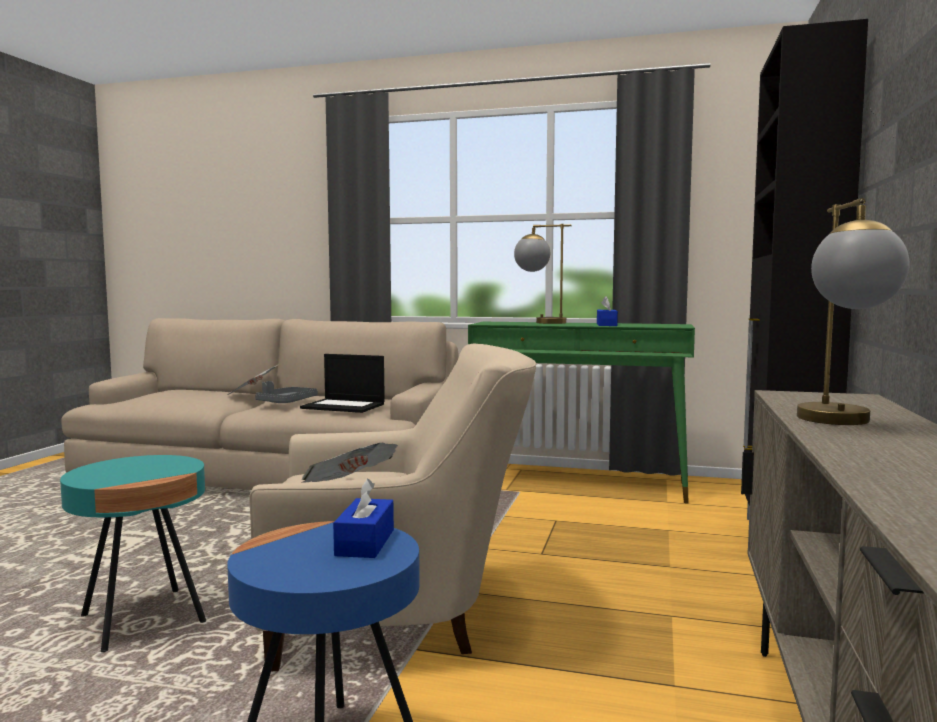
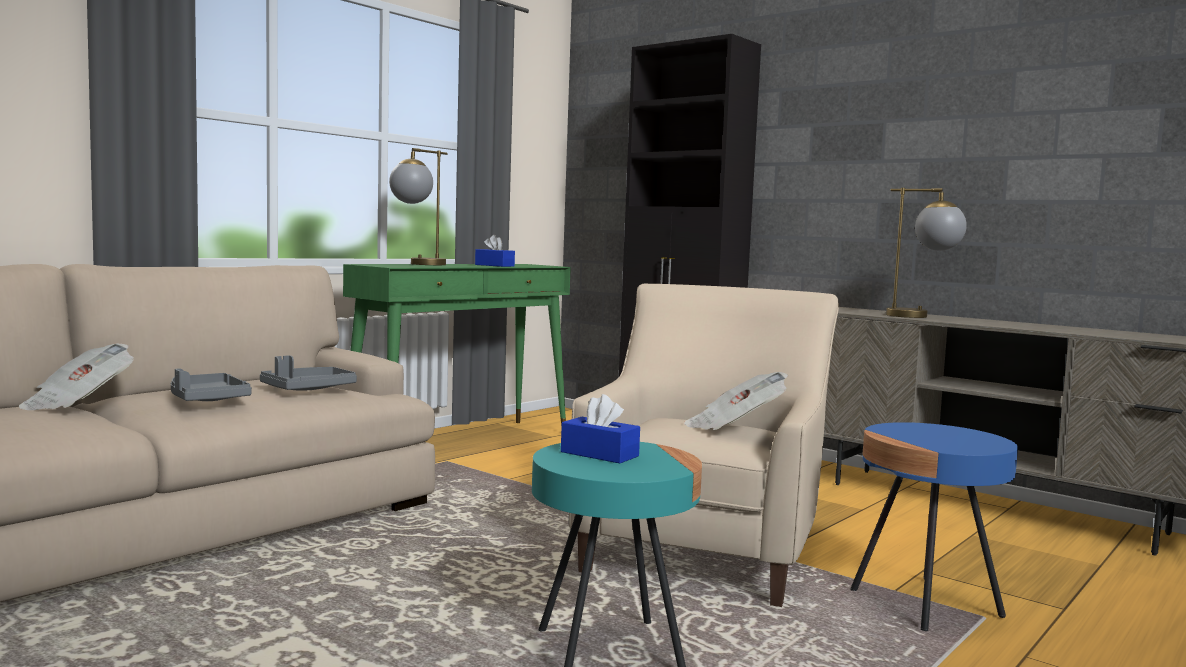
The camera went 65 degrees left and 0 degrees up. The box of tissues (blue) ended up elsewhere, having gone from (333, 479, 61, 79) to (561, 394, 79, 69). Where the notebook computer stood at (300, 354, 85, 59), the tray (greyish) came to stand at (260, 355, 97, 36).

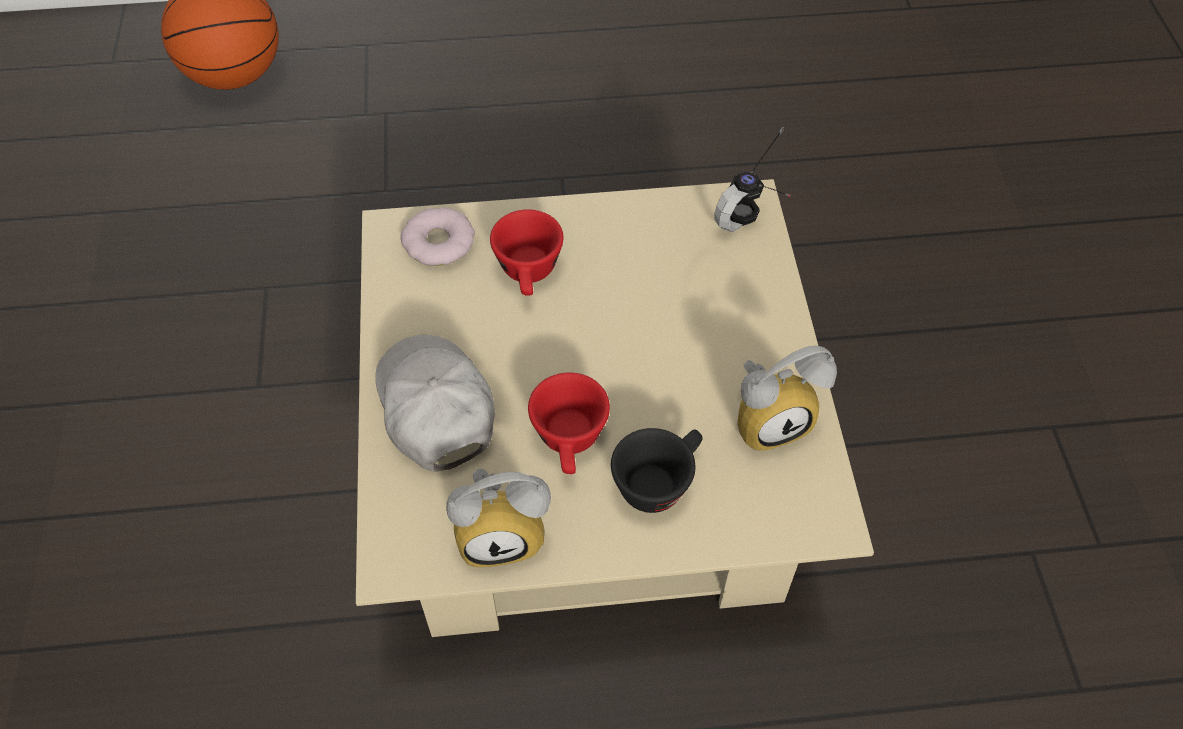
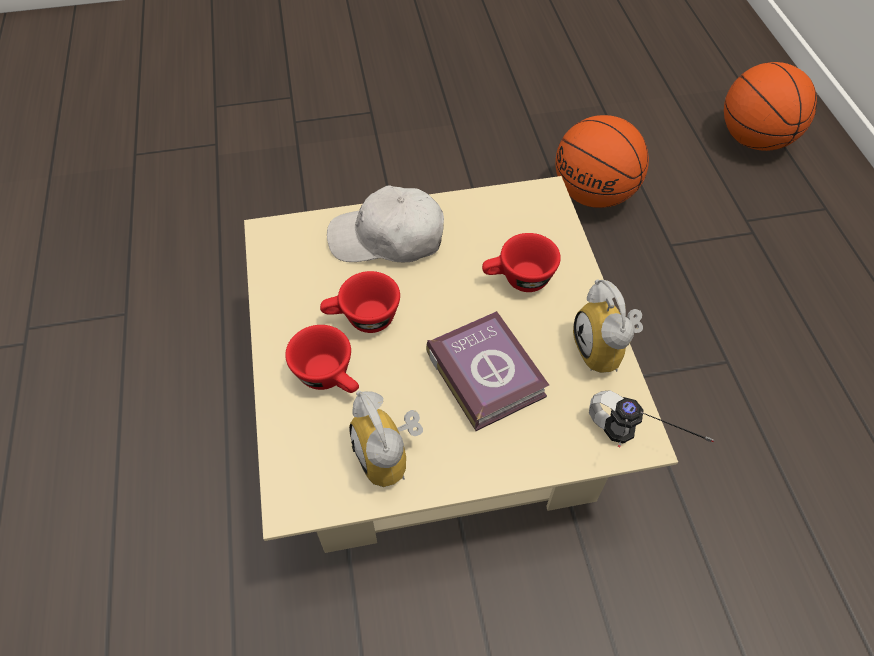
The camera went 85 degrees right and 0 degrees up. The second view lost the donut at (401, 208, 74, 58). The second view gained the book at (426, 311, 123, 120). The second view gained the ball for basketball at (555, 115, 94, 93). The bedside clock ended up elsewhere, having gone from (446, 469, 105, 99) to (573, 279, 70, 94). What was the drinking cup (black-coloured) at (611, 428, 92, 85) turned into the drinking cup (reddish) at (285, 325, 74, 68). The baseball cap (white) at (375, 335, 120, 137) ended up facing another way, 150 degrees counterclockwise from before.

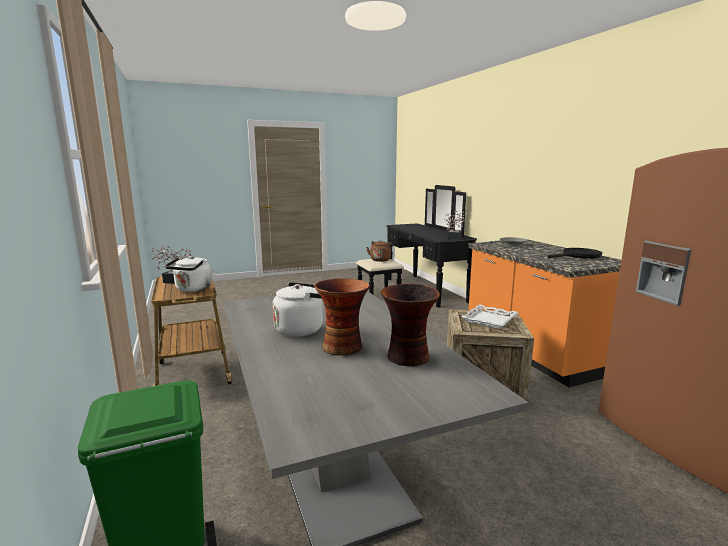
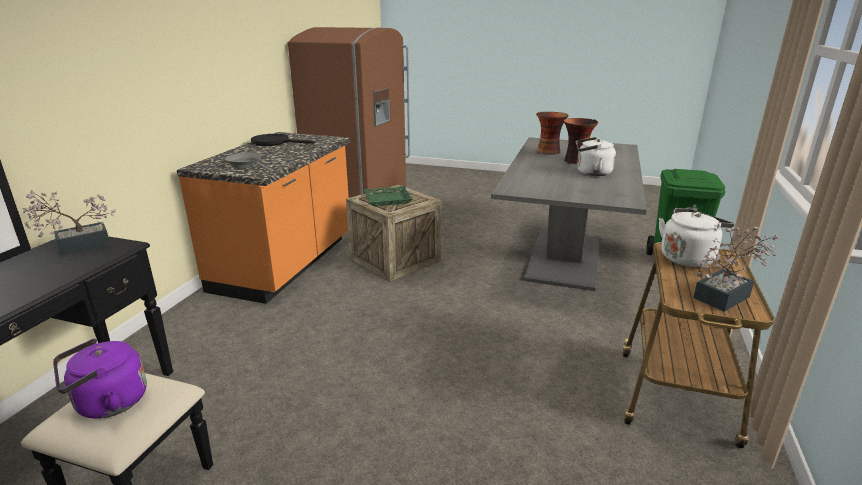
The camera went 140 degrees left and 10 degrees up. What was the kettle (brownish) at (366, 241, 26, 21) turned into the kettle (purple) at (53, 338, 94, 81). What was the tray (white) at (461, 304, 57, 25) turned into the tray (green) at (364, 186, 49, 20).

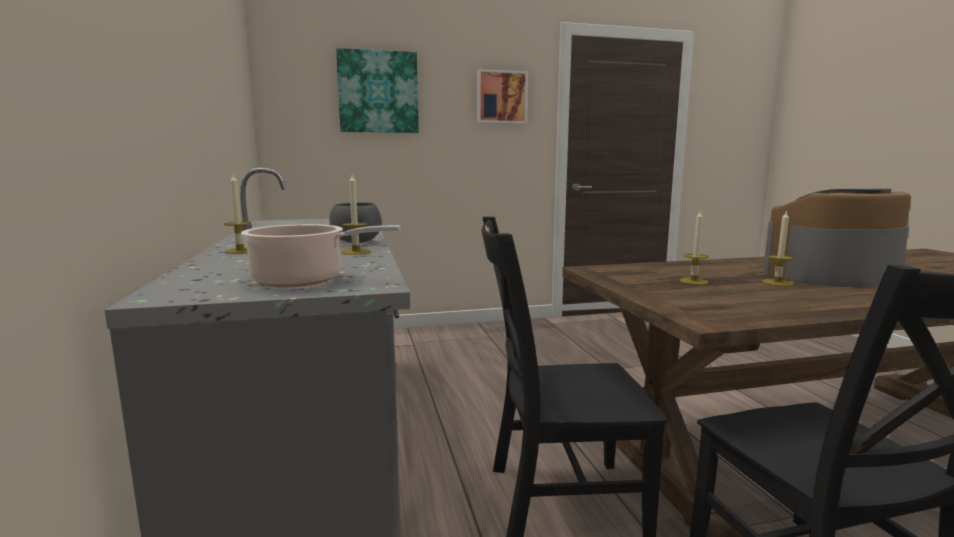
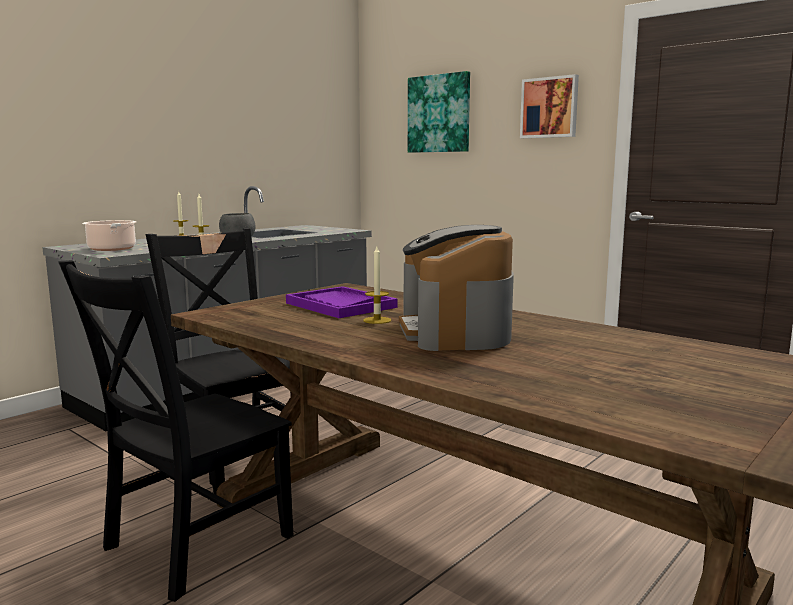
The camera went 55 degrees right and 0 degrees up. Where the wax candle stood at (680, 211, 29, 74), the tray (purple) came to stand at (286, 286, 112, 32). The coffee maker at (763, 188, 148, 99) ended up facing another way, 135 degrees counterclockwise from before.

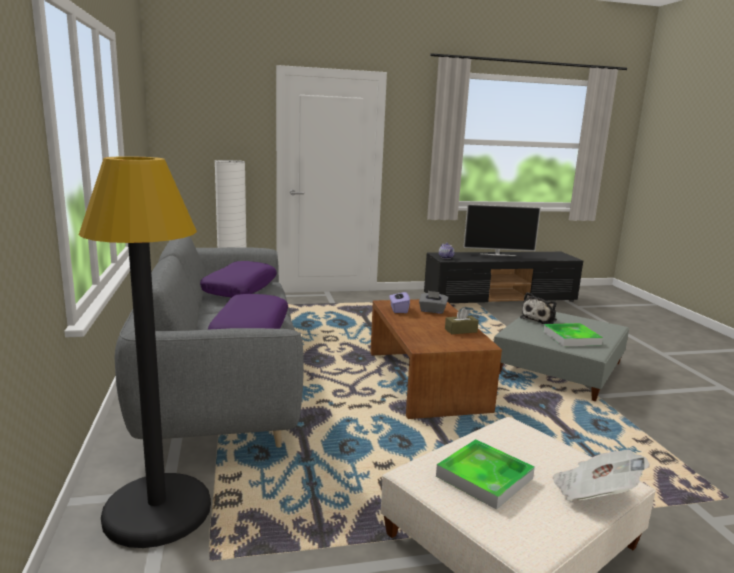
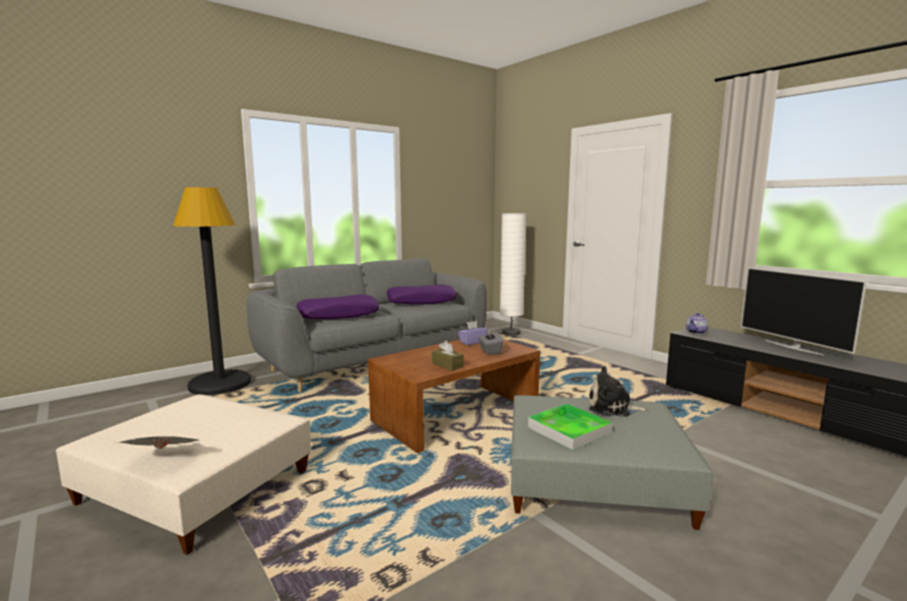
The camera went 65 degrees right and 5 degrees down. The second view lost the tray at (436, 439, 99, 71).

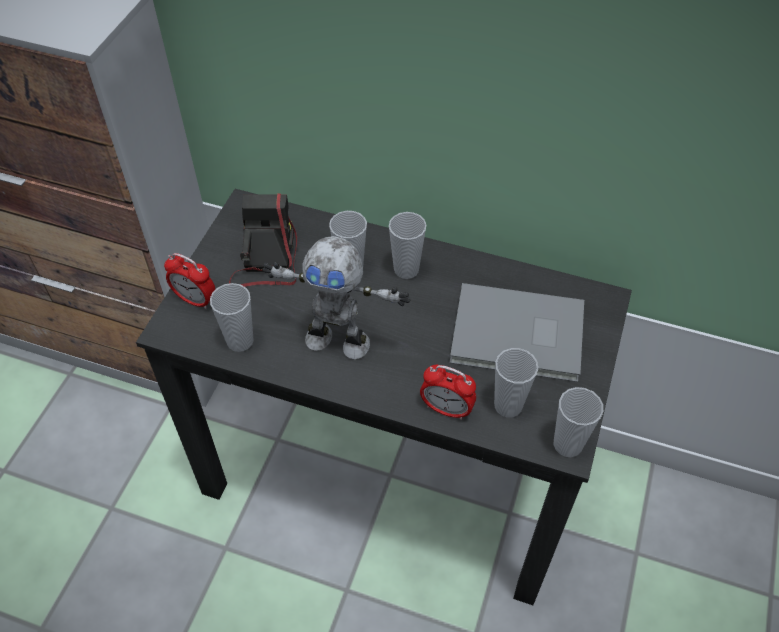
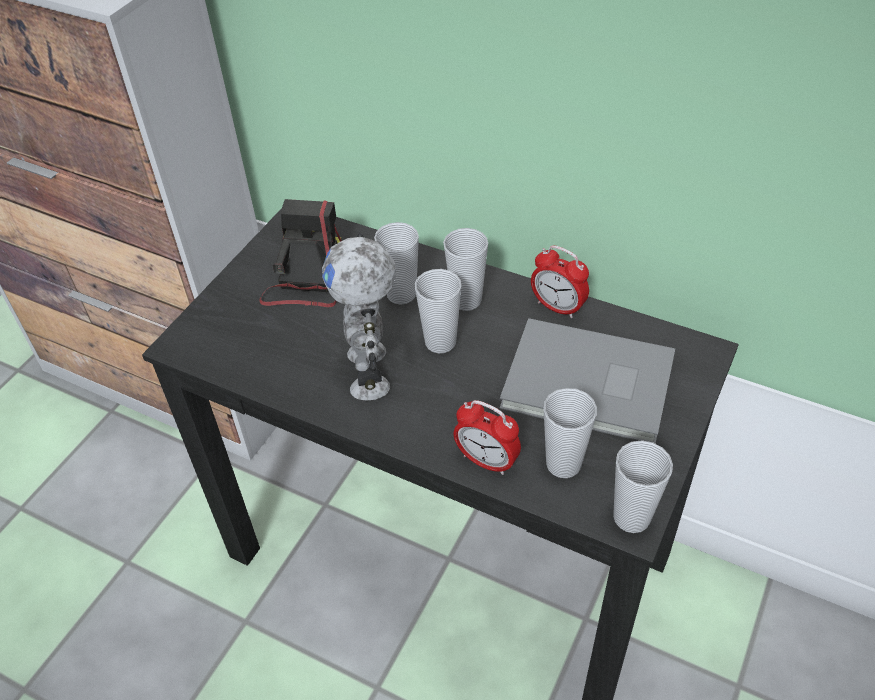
The camera went 10 degrees right and 5 degrees down. The bedside clock ended up elsewhere, having gone from (164, 253, 52, 56) to (531, 245, 58, 73). The drinking cup ended up elsewhere, having gone from (210, 283, 44, 69) to (415, 269, 46, 84). The model robot at (262, 236, 148, 123) ended up facing another way, 60 degrees clockwise from before.

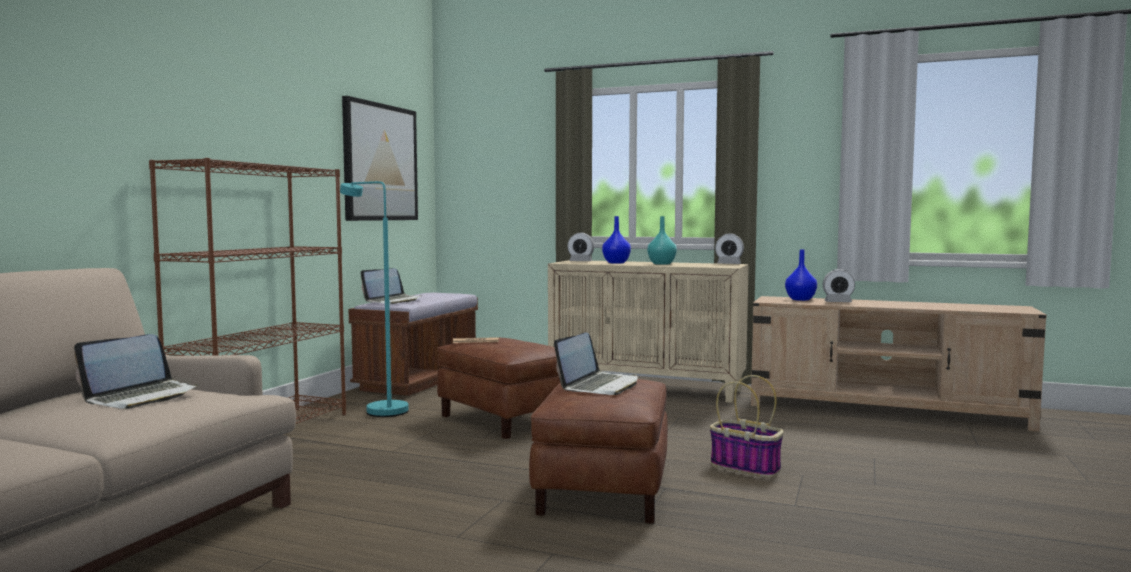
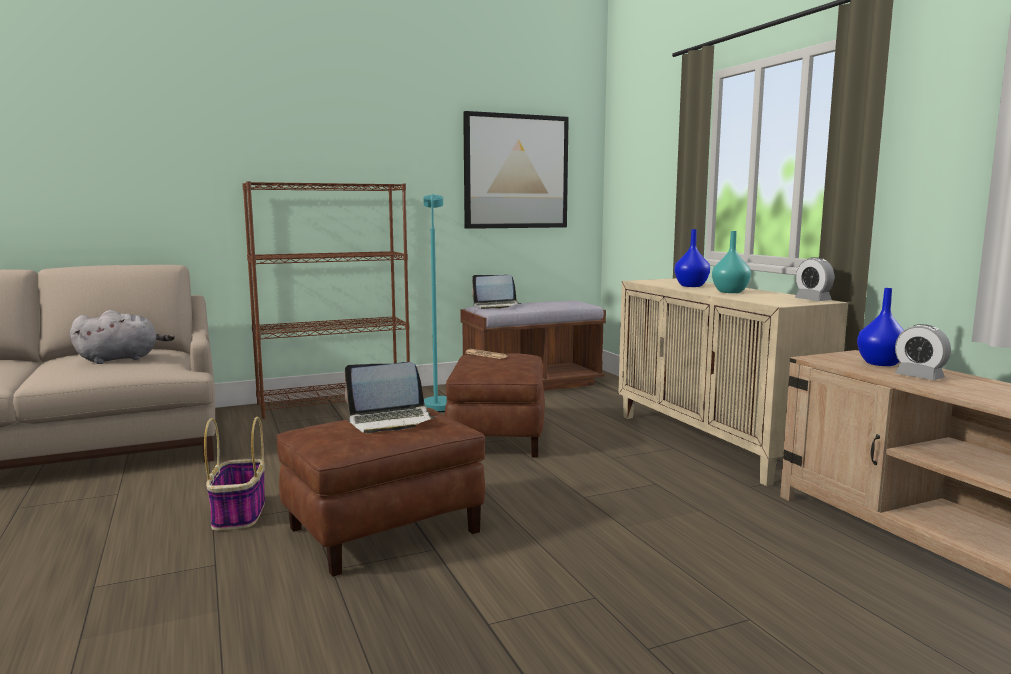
The camera went 45 degrees right and 5 degrees up. The second view lost the bedside clock at (567, 233, 27, 28). The storage basket ended up elsewhere, having gone from (710, 375, 74, 103) to (204, 417, 61, 114). Where the notebook computer stood at (74, 334, 126, 75), the plush toy (greyish) came to stand at (70, 310, 105, 54).

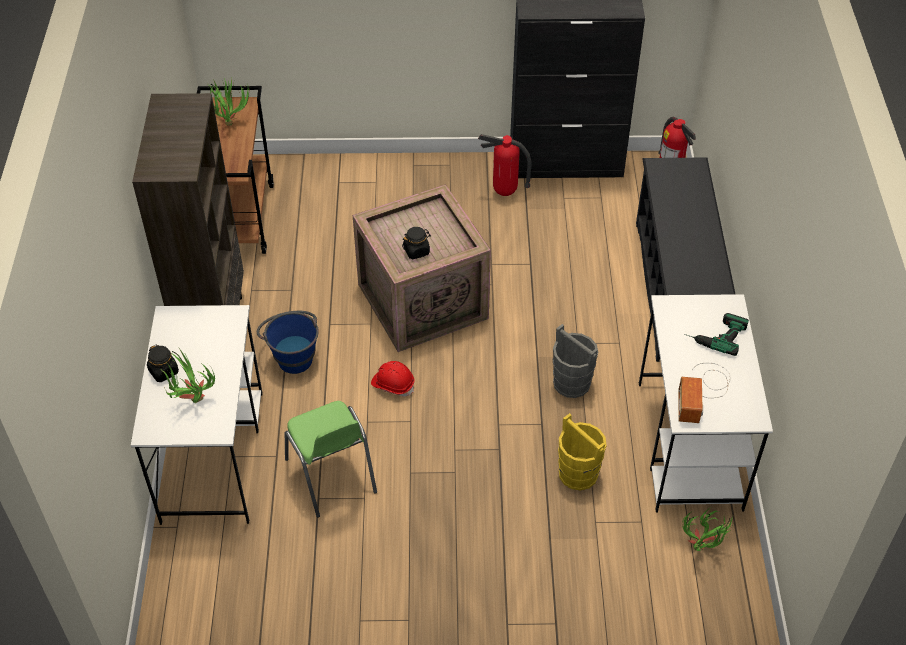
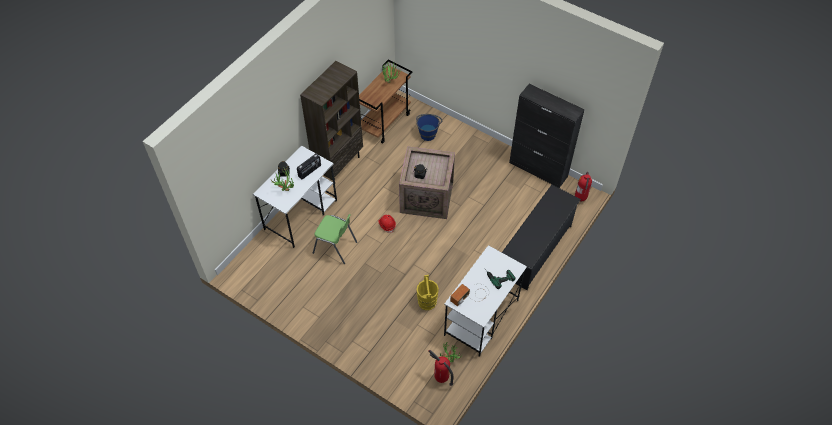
The camera went 35 degrees right and 5 degrees up. The second view lost the bucket (greyish) at (553, 324, 45, 74). The second view gained the radio at (297, 154, 24, 25). The bucket (blue) ended up elsewhere, having gone from (257, 311, 62, 63) to (416, 114, 26, 27). The extinguisher ended up elsewhere, having gone from (478, 134, 53, 62) to (429, 350, 24, 36). The upright chair (green) at (285, 401, 92, 116) ended up facing another way, 75 degrees counterclockwise from before.

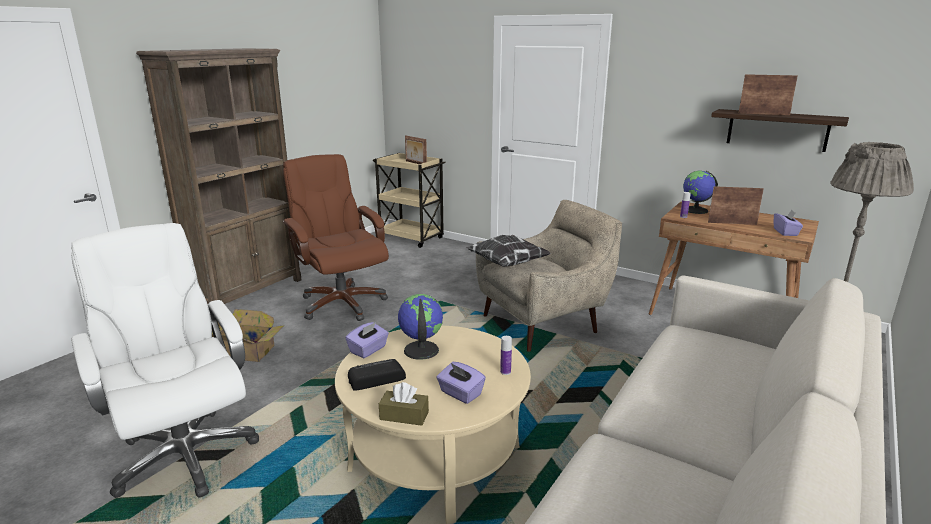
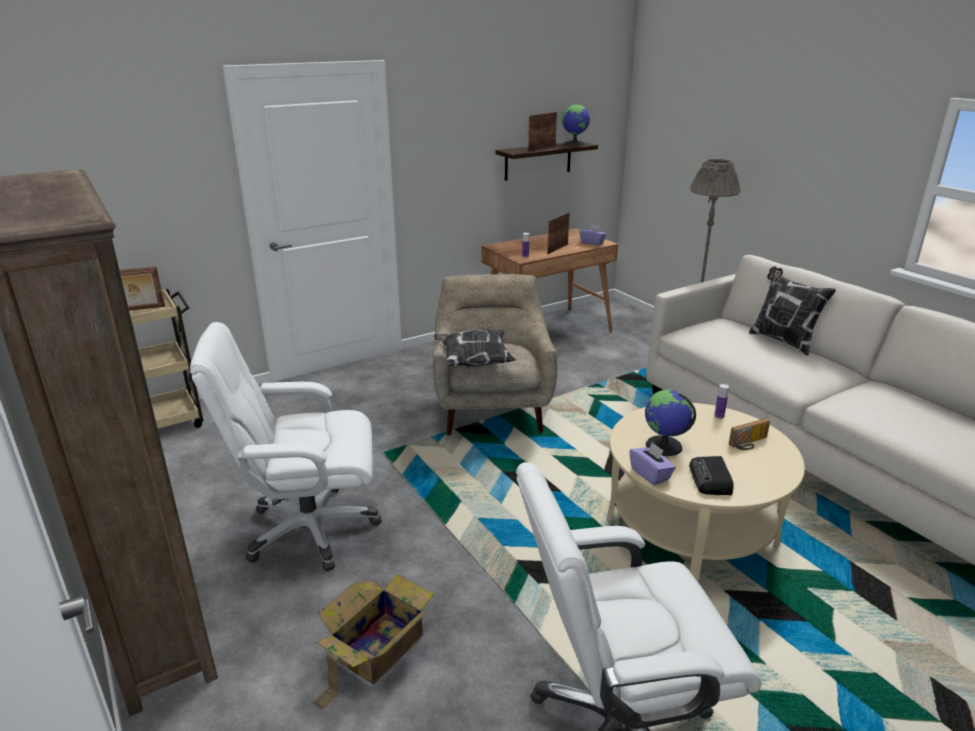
The camera went 65 degrees left and 5 degrees up. The second view lost the box of tissues (brownish) at (379, 382, 50, 44). The second view gained the cushion at (749, 266, 87, 90). The world globe ended up elsewhere, having gone from (683, 171, 35, 43) to (562, 104, 28, 42). Where the box of tissues (purple) stood at (436, 362, 50, 42), the radio came to stand at (729, 418, 41, 32). What was the computer chair (brownish) at (283, 154, 106, 167) turned into the computer chair (white) at (190, 322, 191, 249).

